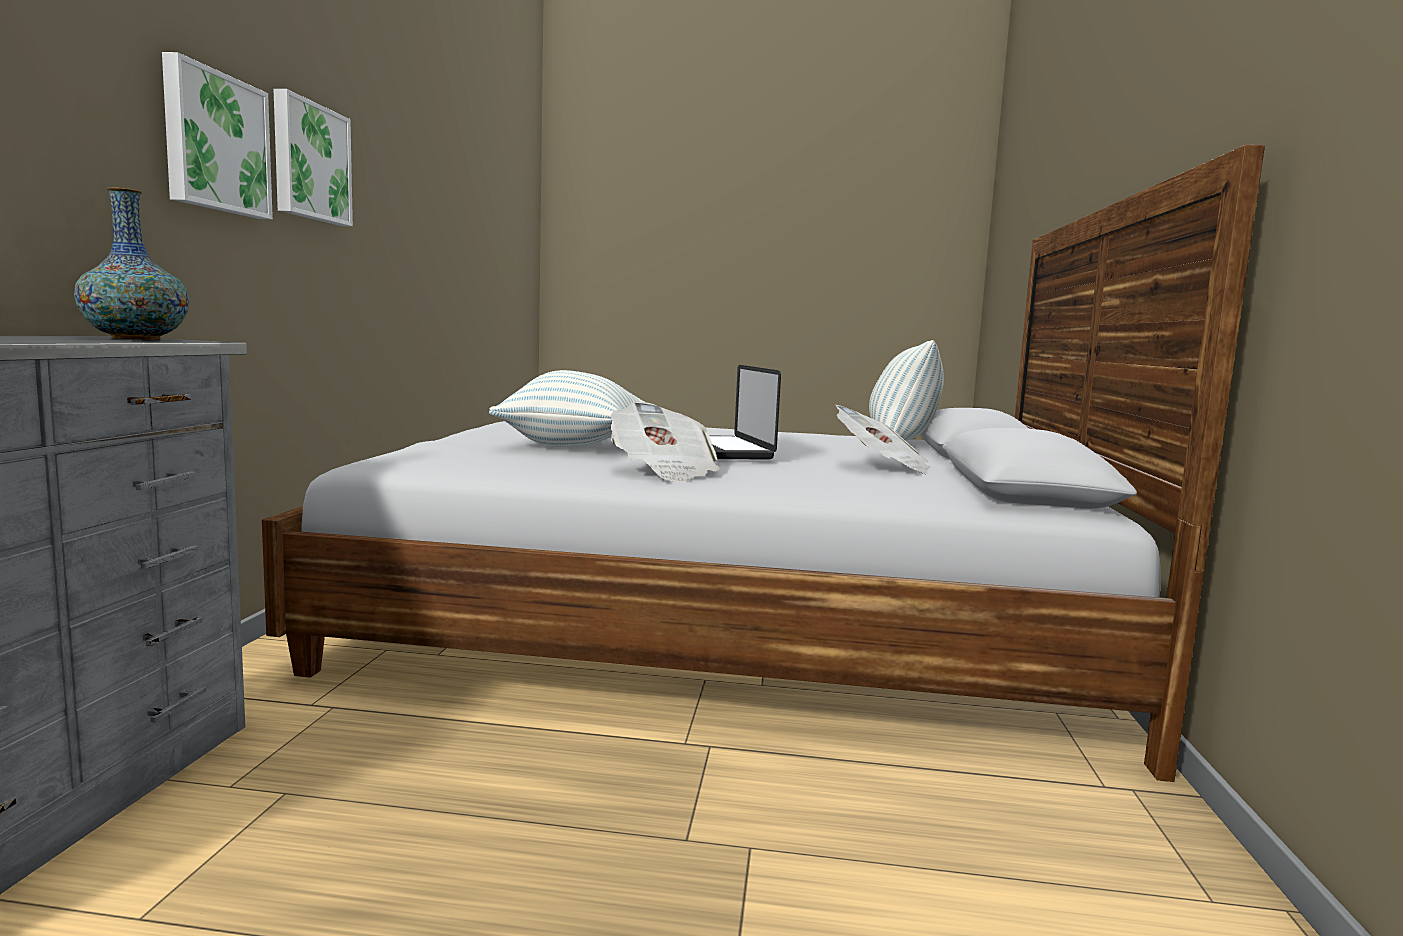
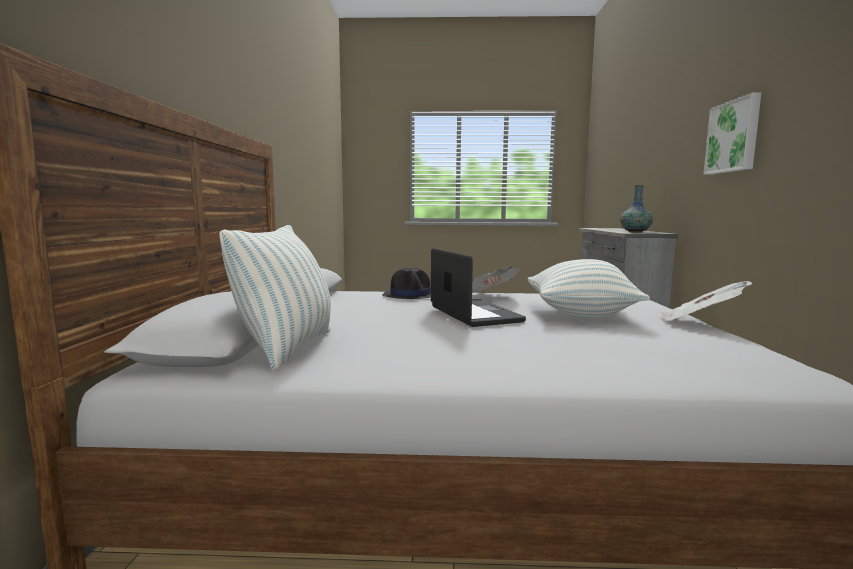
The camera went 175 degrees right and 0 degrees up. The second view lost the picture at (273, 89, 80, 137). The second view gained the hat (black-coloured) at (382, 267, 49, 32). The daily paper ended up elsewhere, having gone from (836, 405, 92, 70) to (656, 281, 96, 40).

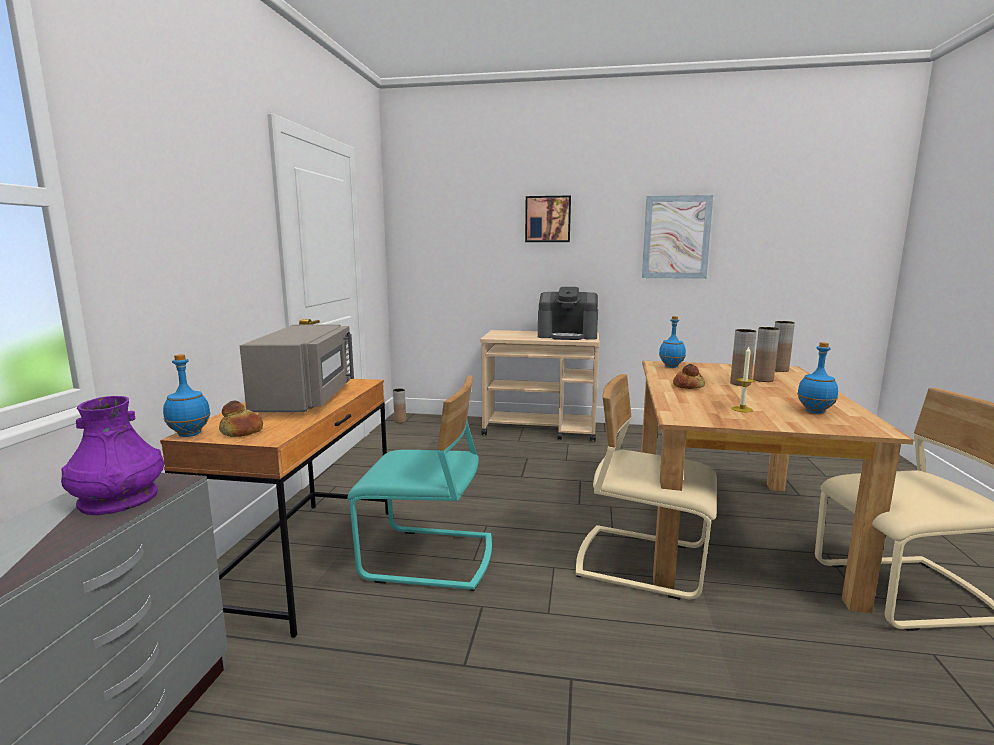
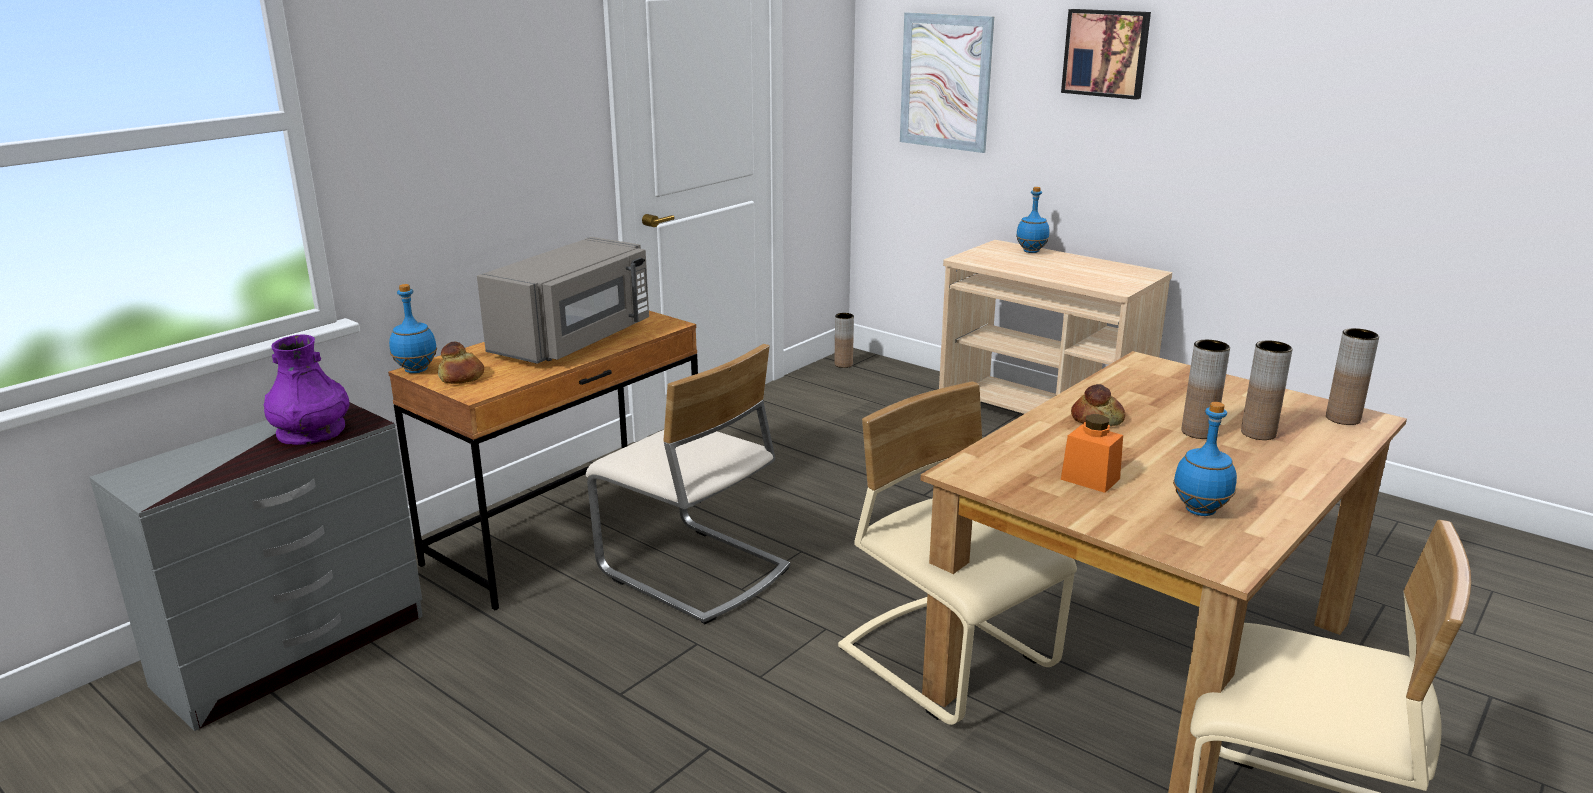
The camera went 30 degrees right and 10 degrees up. The second view lost the coffee maker at (538, 287, 60, 53). The picture ended up elsewhere, having gone from (642, 195, 71, 84) to (900, 12, 94, 141). The beverage bottle (blue) ended up elsewhere, having gone from (659, 316, 27, 52) to (1016, 187, 33, 66). Where the wax candle stood at (732, 347, 22, 65), the storage jar (orange-coloured) came to stand at (1061, 414, 62, 79). What was the upright chair (blue-green) at (347, 375, 145, 216) turned into the upright chair (beige) at (586, 344, 204, 280).

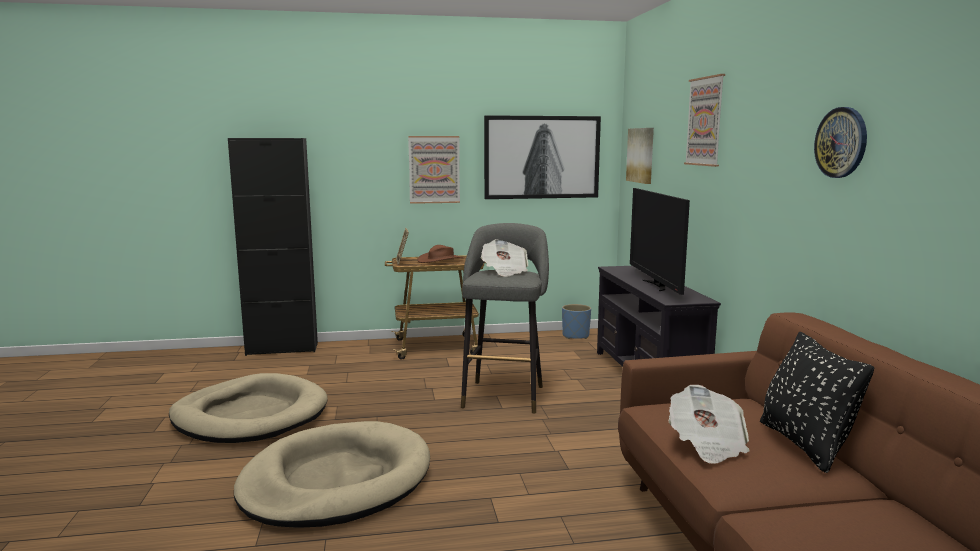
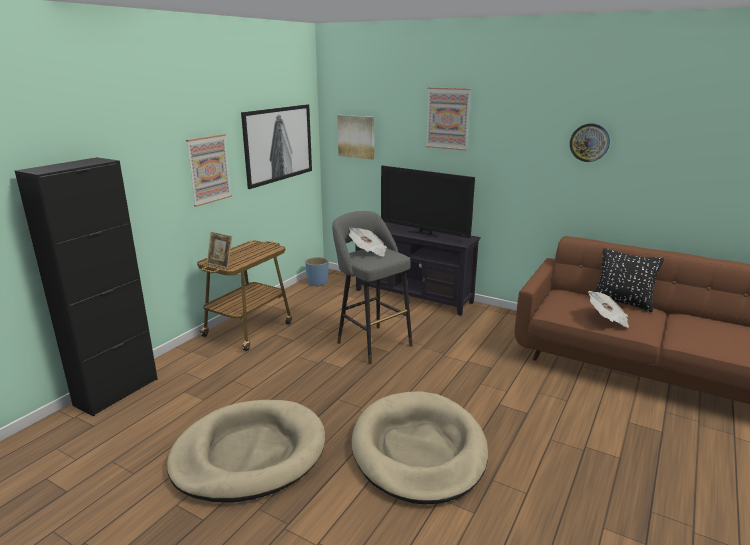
The camera went 50 degrees left and 10 degrees up. The second view lost the hat (brownish) at (417, 245, 47, 18).

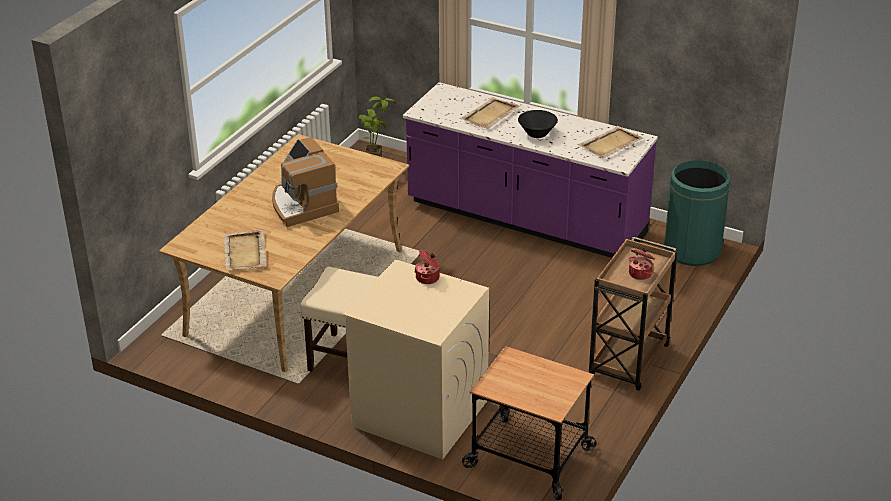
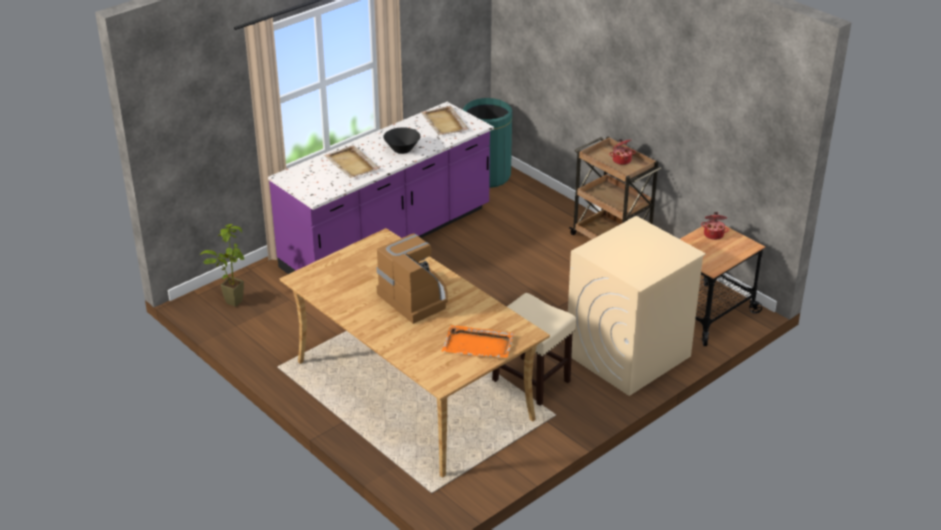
The camera went 70 degrees left and 0 degrees up. The saucepot ended up elsewhere, having gone from (415, 250, 25, 34) to (701, 212, 28, 28). What was the tray (beige) at (223, 230, 44, 40) turned into the tray (orange-coloured) at (441, 325, 73, 33). The coffee maker at (272, 137, 67, 90) ended up facing another way, 120 degrees counterclockwise from before.

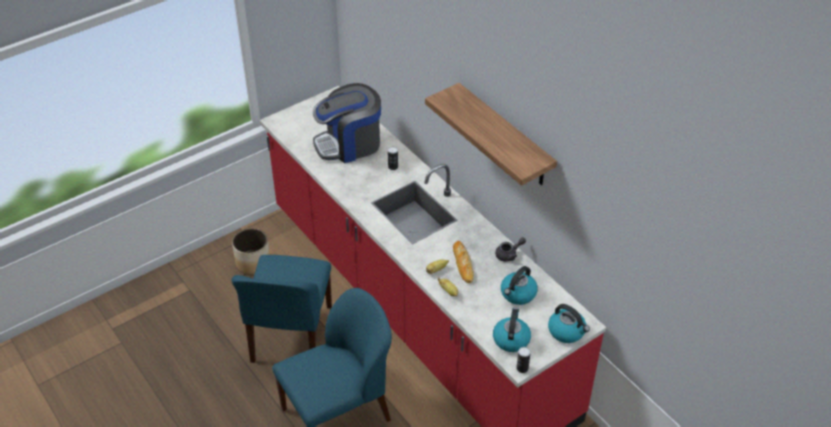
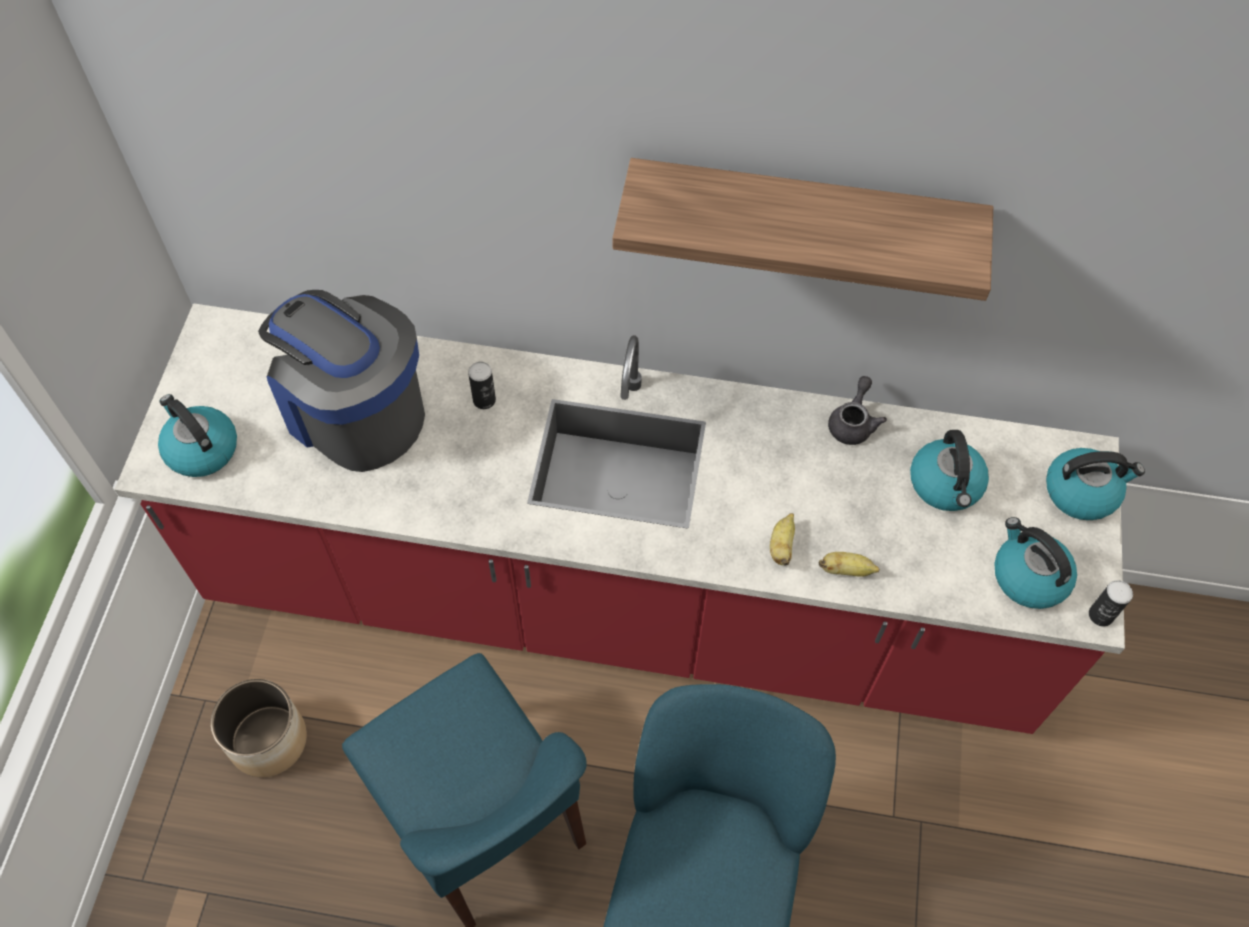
The camera went 45 degrees left and 15 degrees up. The second view lost the bread at (453, 241, 21, 42). The second view gained the kettle at (158, 394, 79, 83). The coffee maker at (313, 83, 68, 80) ended up facing another way, 105 degrees clockwise from before.

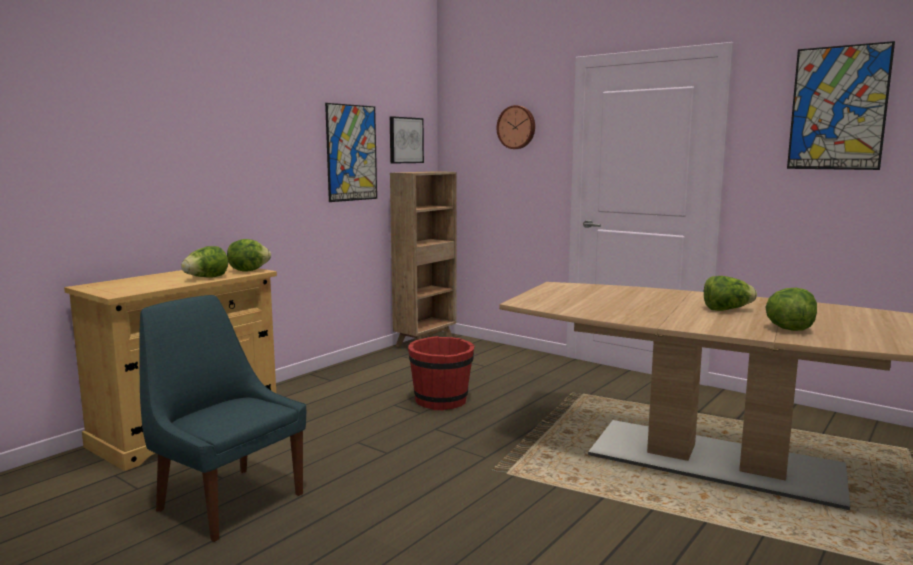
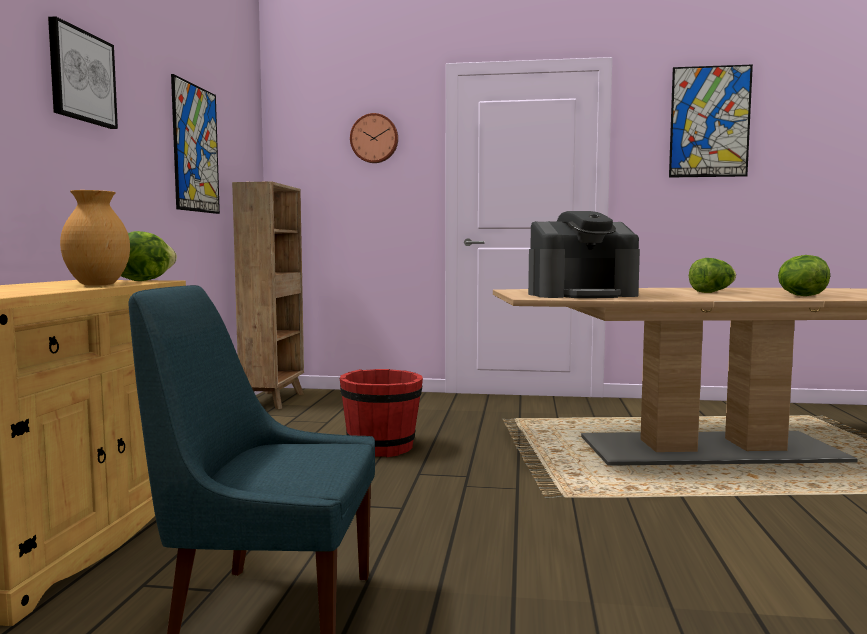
The camera went 30 degrees left and 5 degrees down. The second view gained the coffee maker at (528, 211, 112, 87). The picture ended up elsewhere, having gone from (390, 116, 34, 48) to (48, 16, 70, 113). Where the lettuce stood at (181, 246, 47, 32), the decorative vase (brownish) came to stand at (60, 190, 70, 96).

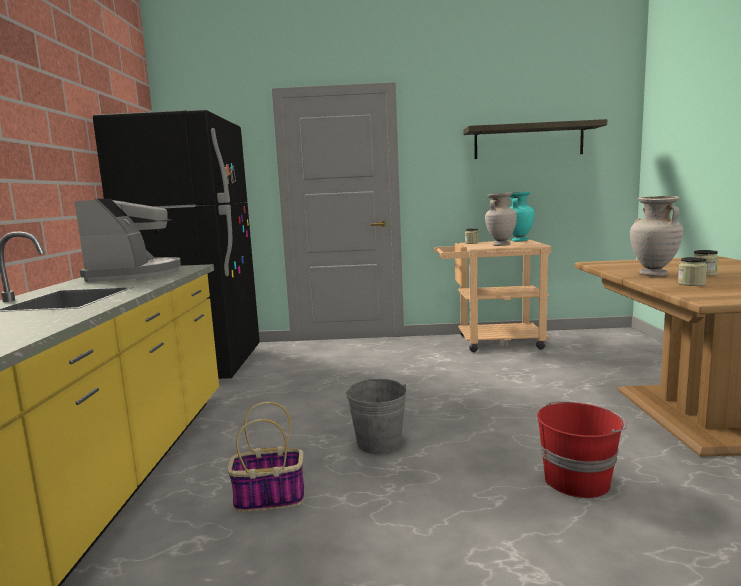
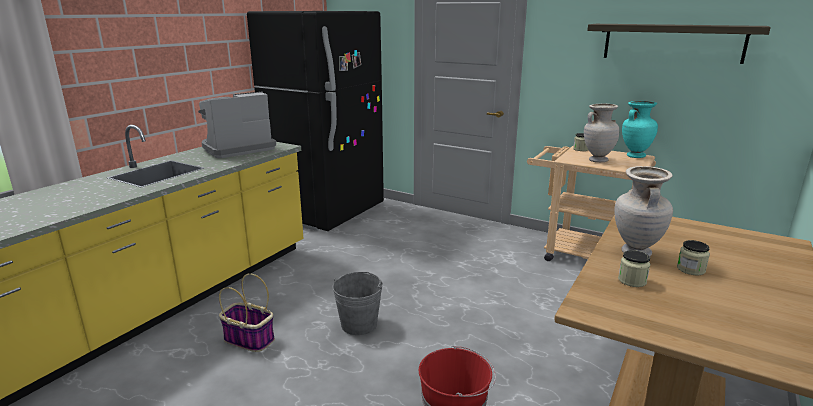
The camera went 30 degrees right and 10 degrees up. The coffee maker at (74, 199, 107, 83) ended up facing another way, 150 degrees counterclockwise from before.

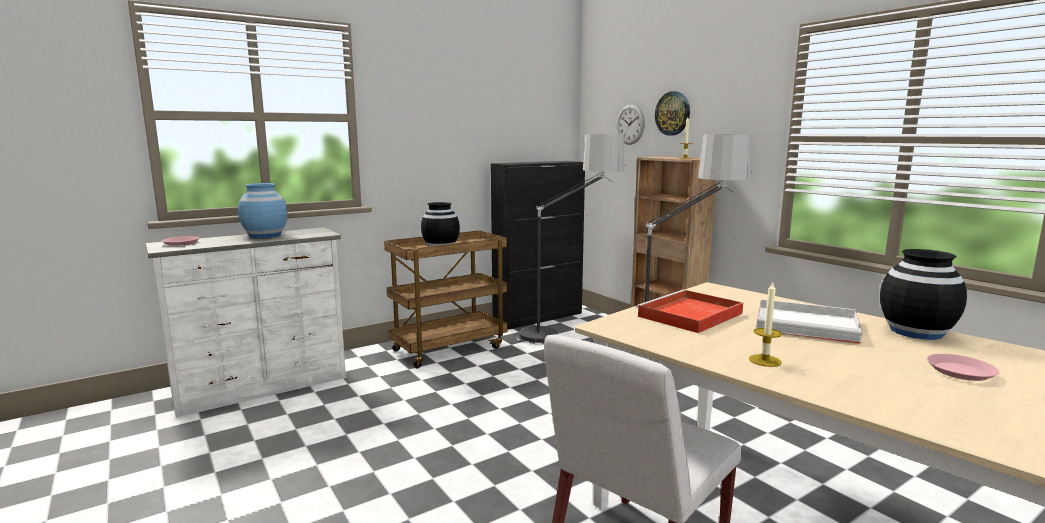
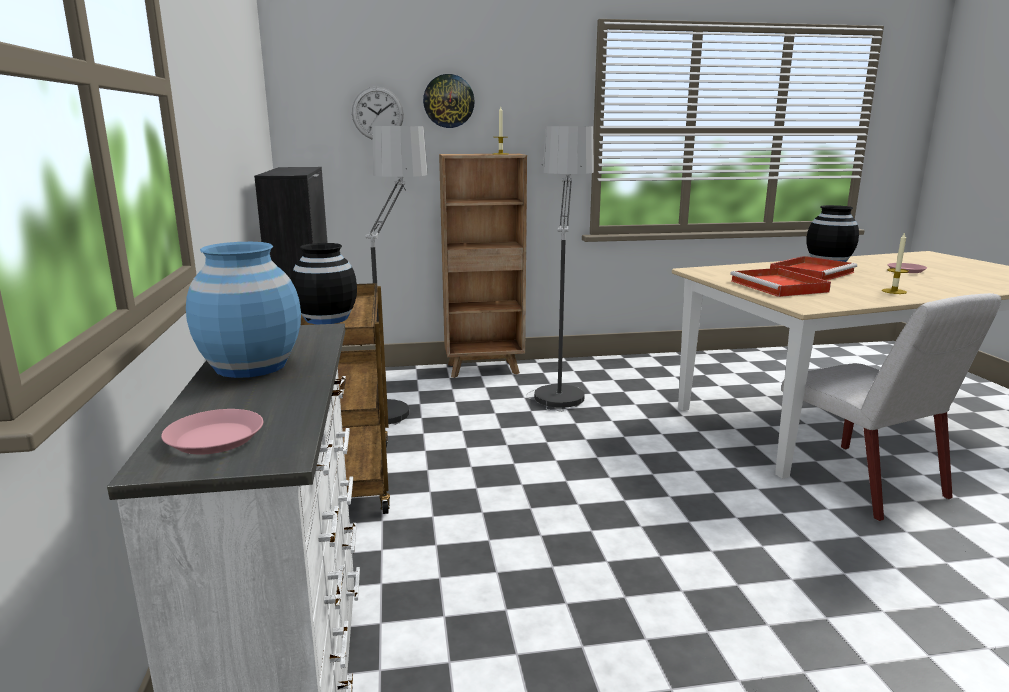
The camera went 65 degrees left and 5 degrees up. What was the tray (white) at (756, 299, 106, 45) turned into the tray (reddish) at (770, 256, 87, 25).

